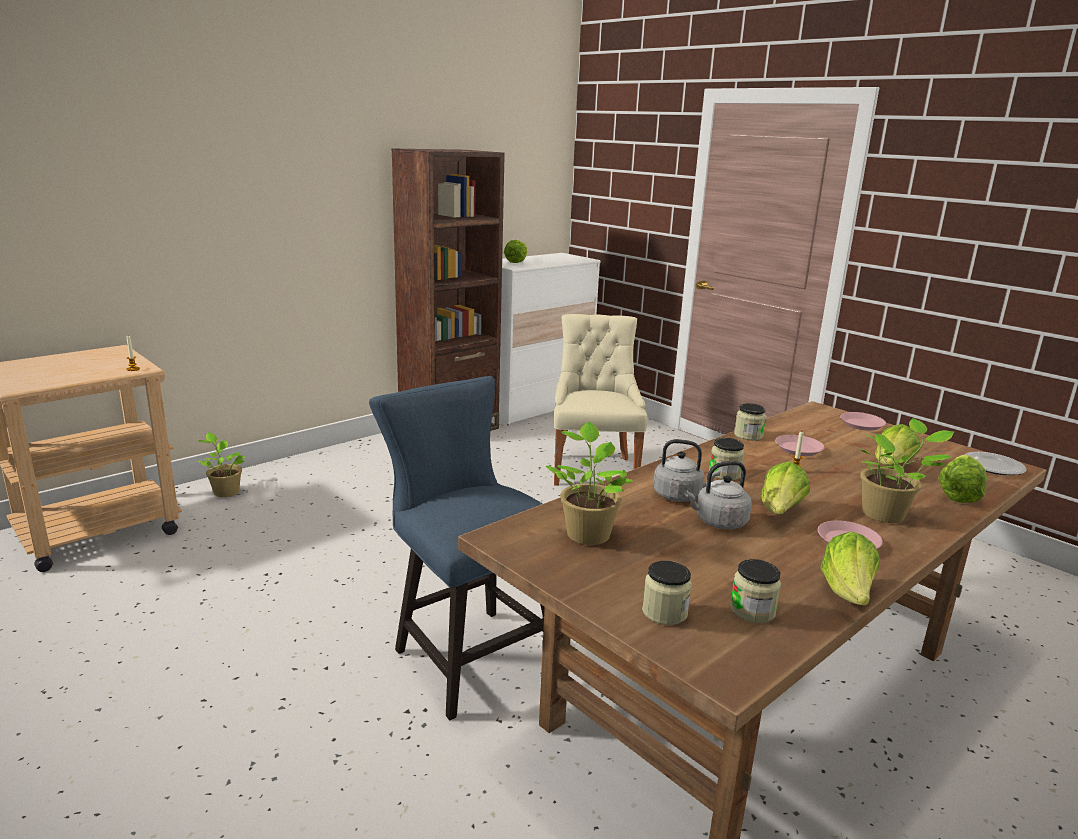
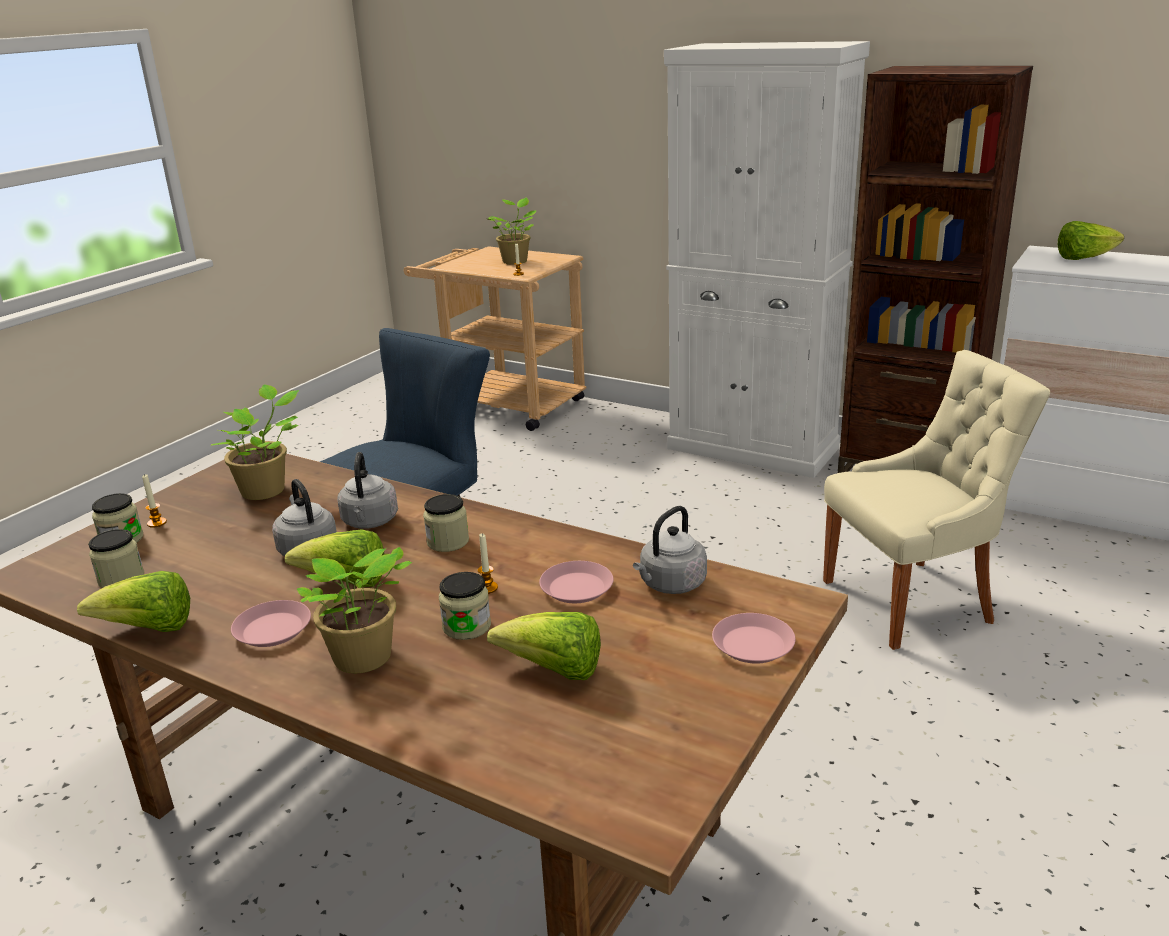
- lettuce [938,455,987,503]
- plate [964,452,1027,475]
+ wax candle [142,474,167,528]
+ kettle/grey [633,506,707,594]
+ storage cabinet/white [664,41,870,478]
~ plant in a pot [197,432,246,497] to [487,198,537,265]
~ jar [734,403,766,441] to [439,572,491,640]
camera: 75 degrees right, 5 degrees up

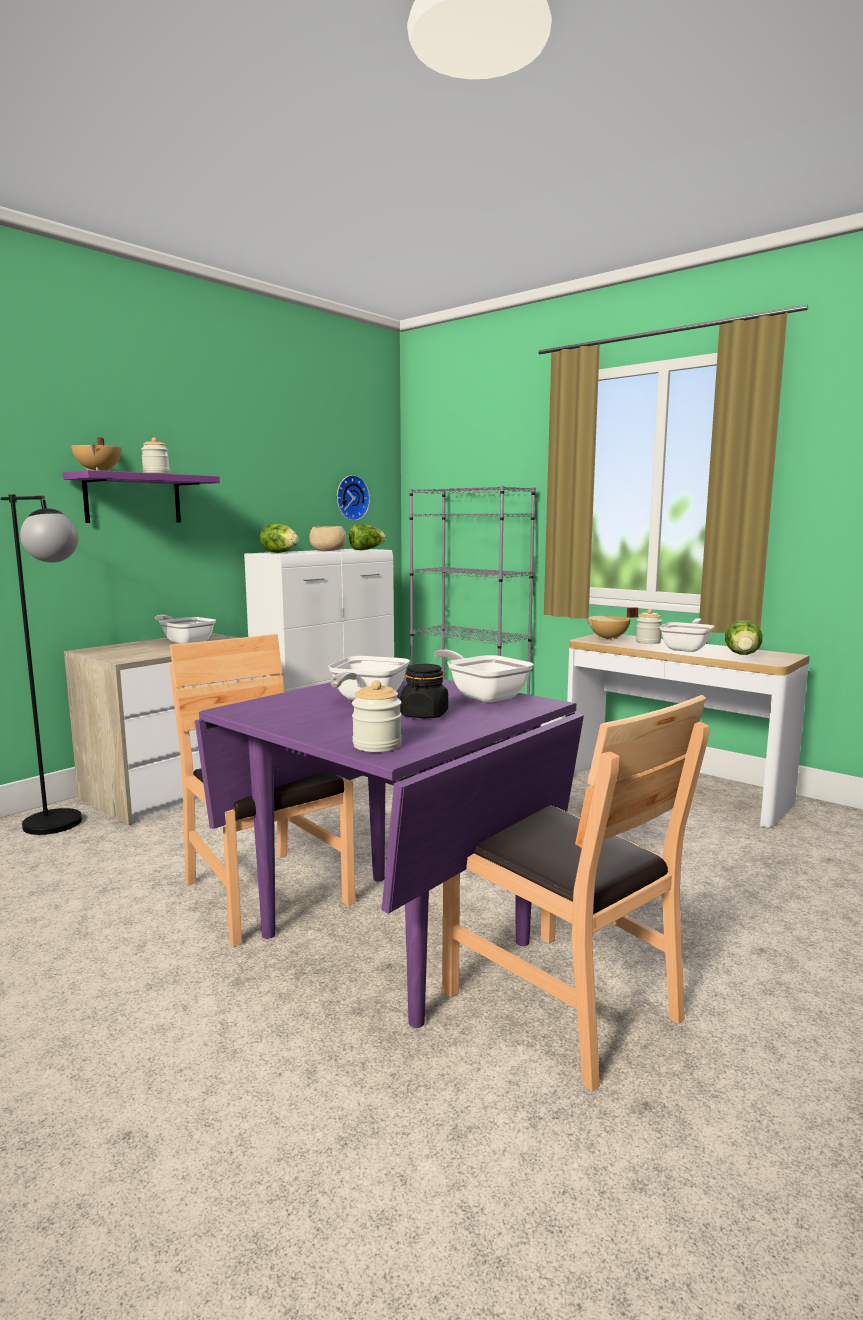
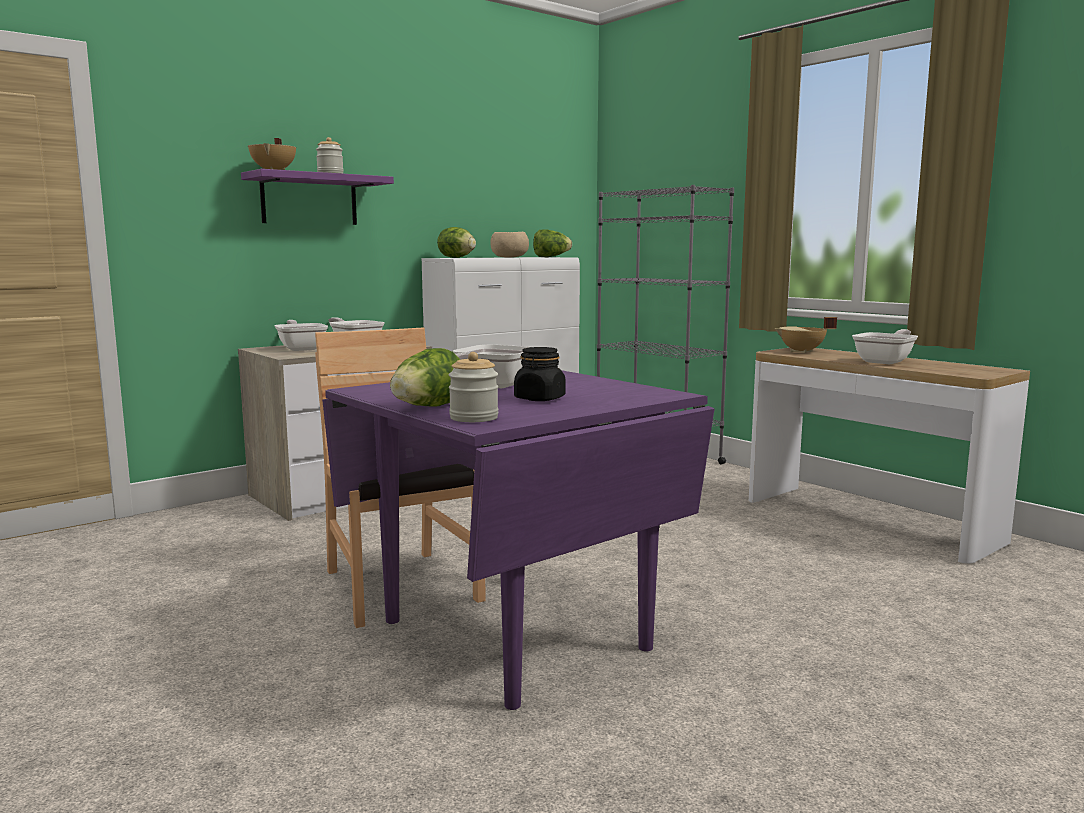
- floor lamp/blackish [1,494,82,835]
- wall clock [337,475,370,521]
- upright chair/brownish [442,695,709,1092]
- jar [636,609,662,644]
~ pan [434,649,534,703] to [275,320,328,351]
~ lettuce [725,620,762,655] to [390,348,460,407]
camera: 10 degrees right, 0 degrees up

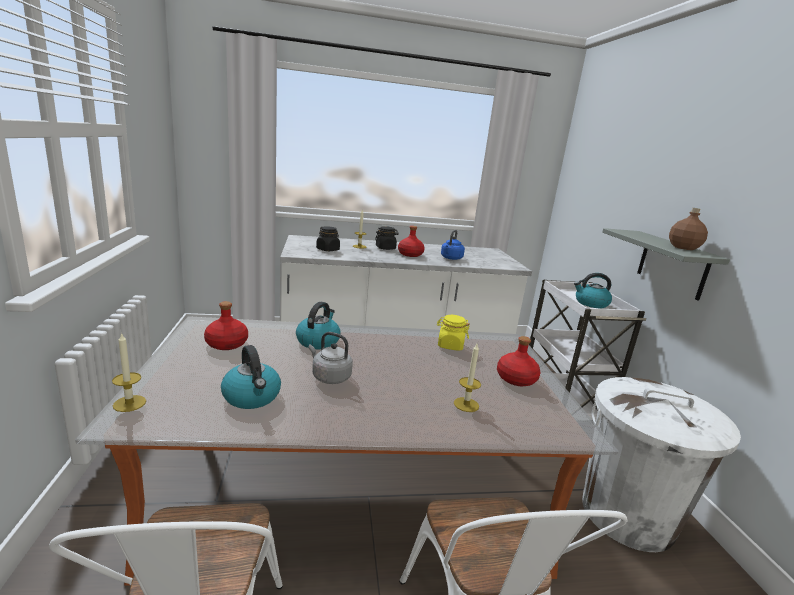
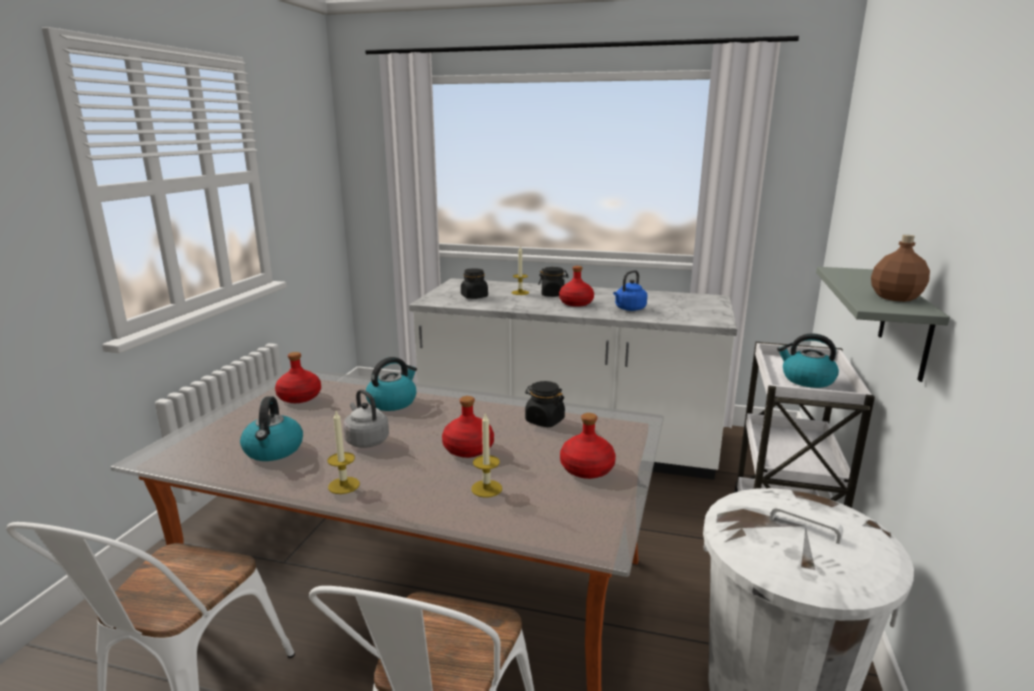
+ drink bottle/red [442,396,494,458]
~ wax candle [112,332,146,412] to [328,411,360,494]
~ jar/yellowish [437,315,470,351] to jar/blackish [525,381,565,427]
camera: 25 degrees right, 0 degrees up

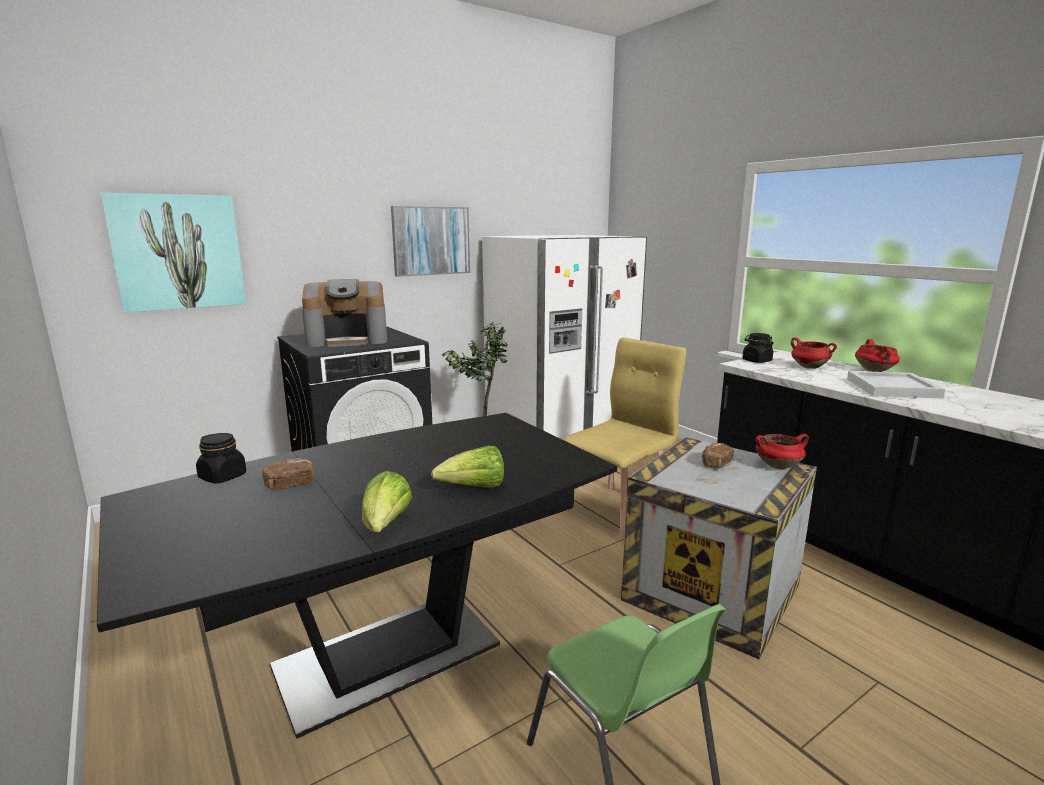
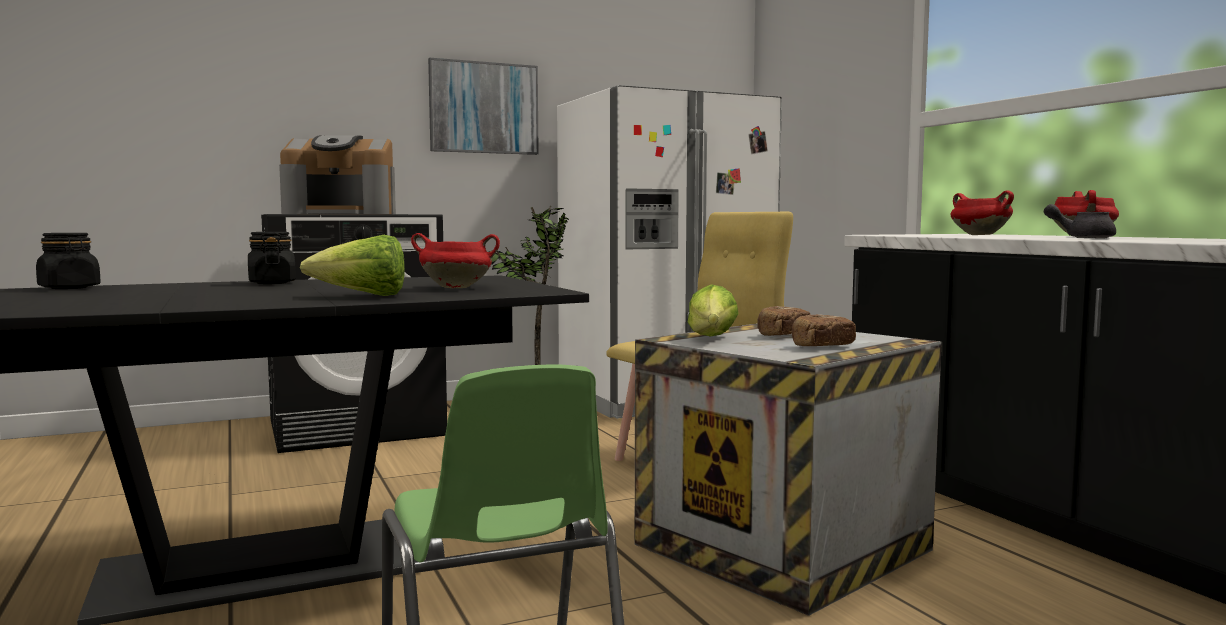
- wall picture [101,193,246,313]
~ bread [263,459,314,490] to [792,314,856,346]
~ lettuce [362,471,412,532] to [688,284,739,337]
~ jar/blackish [742,333,773,363] to [248,232,296,284]
~ cooking pot/red [756,434,809,469] to [411,233,500,288]
~ carrying tray/white [847,371,945,398] to tea pot/grey [1044,204,1116,238]
camera: 10 degrees right, 10 degrees down

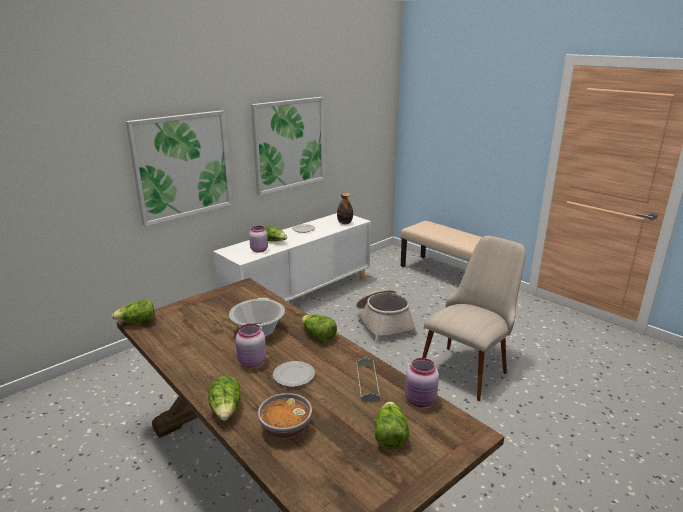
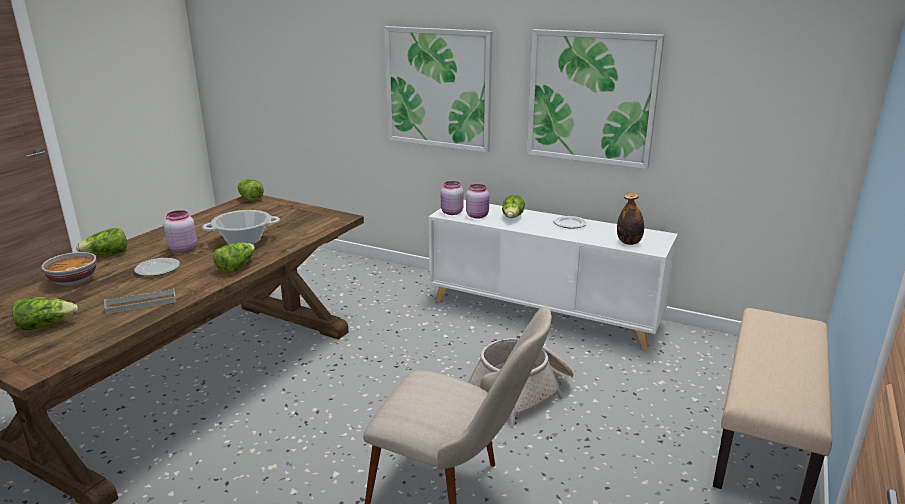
~ jar/pink-coloured [405,358,439,407] to [441,181,464,215]
camera: 70 degrees right, 0 degrees up

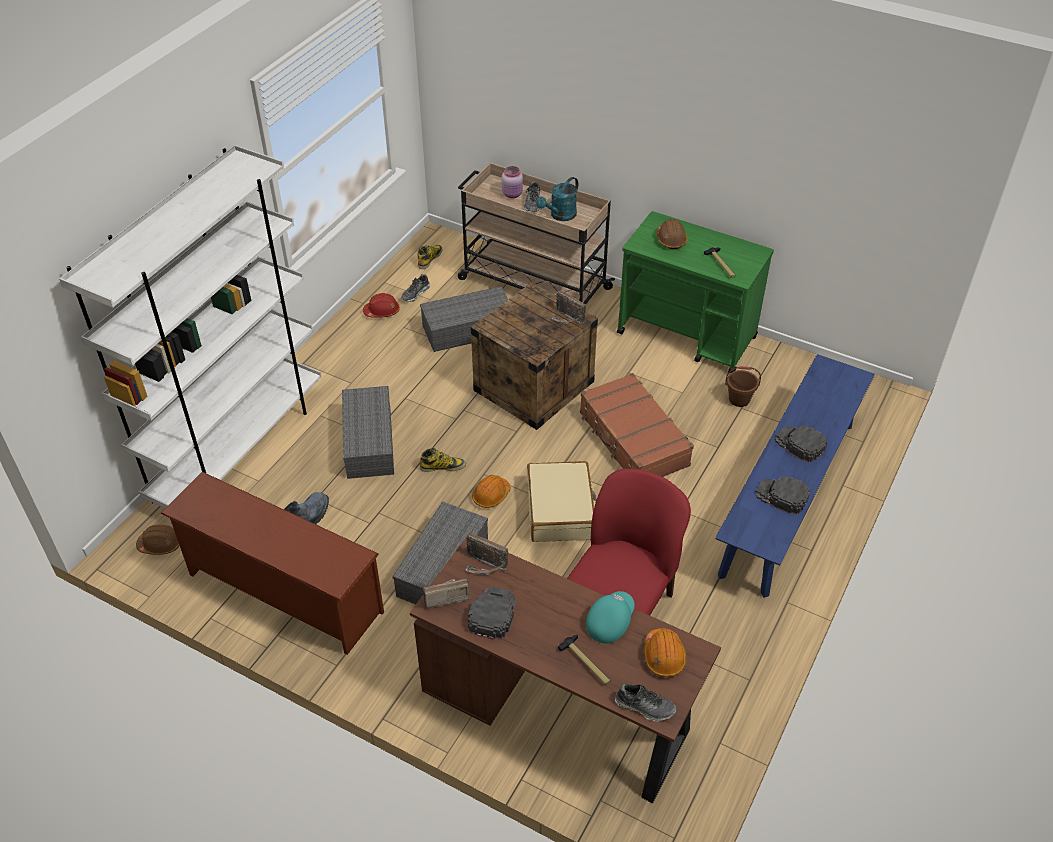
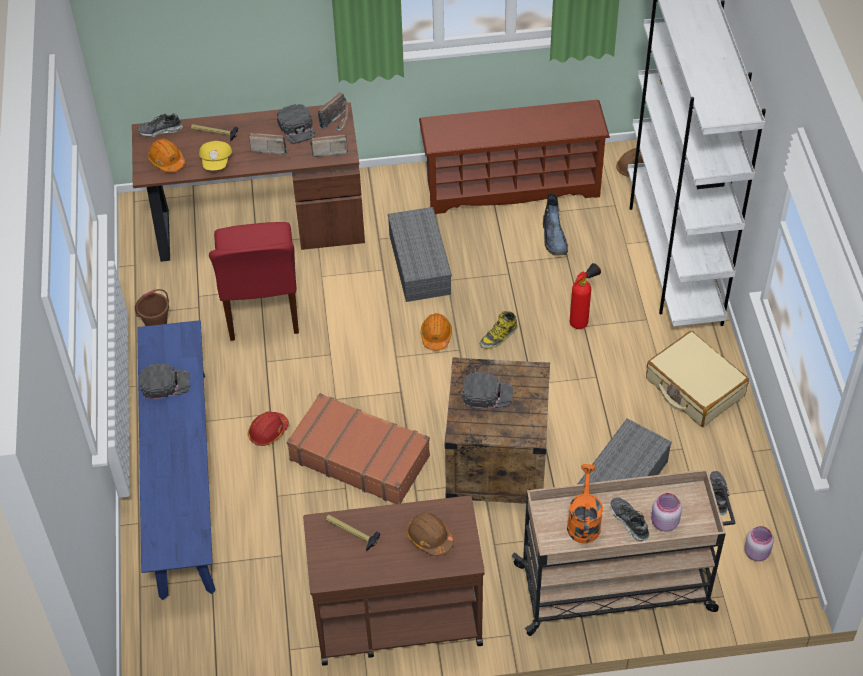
~ hard hat/red [363,293,400,318] to [248,411,289,446]
~ travel case/sand-coloured [527,461,597,542] to [646,331,749,427]
~ radio receiver [551,290,586,324] to [249,133,287,155]
~ bucket/brownish [725,366,761,407] to [135,289,169,326]
~ cap/blackish [775,426,828,463] to [462,372,513,409]
~ storage box/grey [342,386,394,479] to fire-fighting cylinder [570,263,601,329]
~ boot [418,245,443,269] to jar/pink-coloured [745,526,774,561]
~ watering pot/blue-green [536,177,578,221] to watering pot/orange [567,464,603,544]
~ cap/blue-green [586,591,635,644] to cap/yellowish [199,141,232,170]
~ wheeled cart/green-coloured [617,211,774,373] to wheeled cart/brownish [303,496,485,666]
camera: 145 degrees right, 5 degrees up

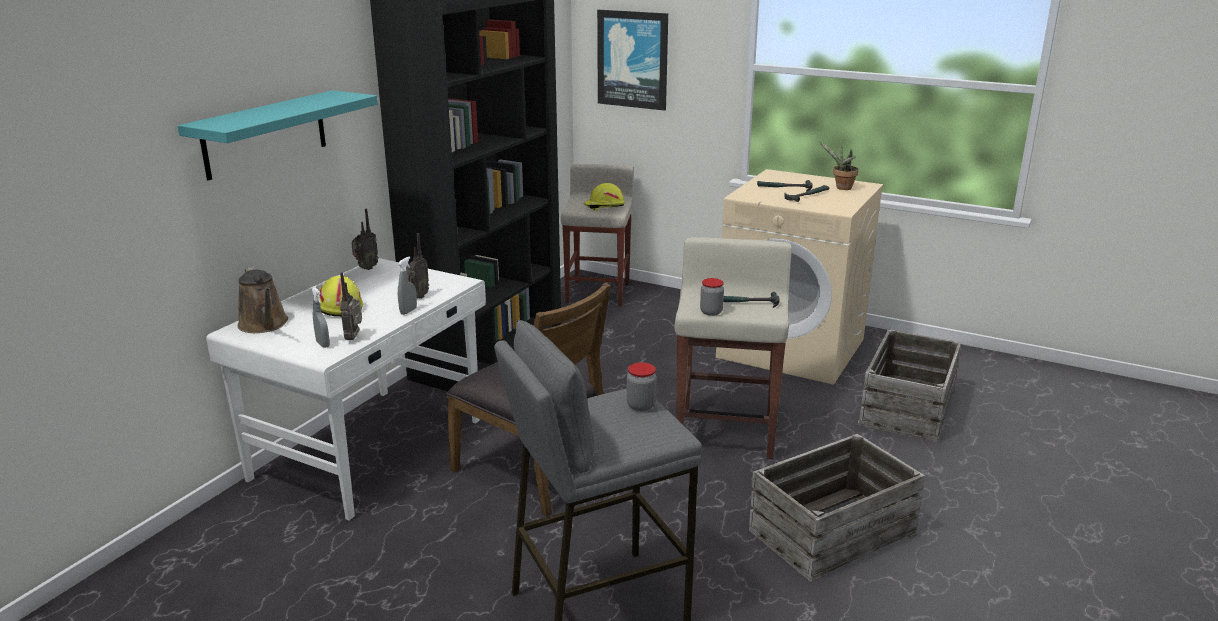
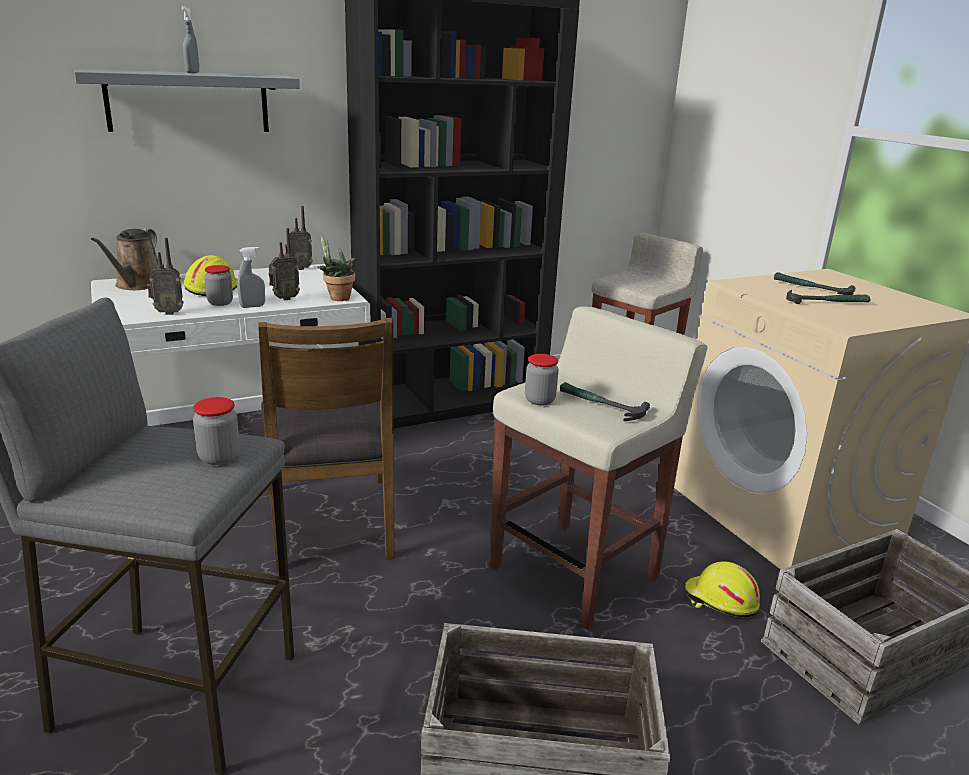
- wall picture [597,10,668,111]
+ jar [205,265,233,306]
~ spray bottle/grey [312,287,330,348] to [181,6,199,73]
~ hard hat/yellowish [584,183,625,211] to [685,561,760,617]
~ plant in a pot [820,142,859,190] to [317,234,355,301]
~ wall shelf/blue-green [178,90,378,180] to wall shelf/grey [74,69,300,132]
~ radio receiver [340,272,362,340] = [147,238,184,315] 135 degrees counterclockwise
camera: 35 degrees right, 0 degrees up

